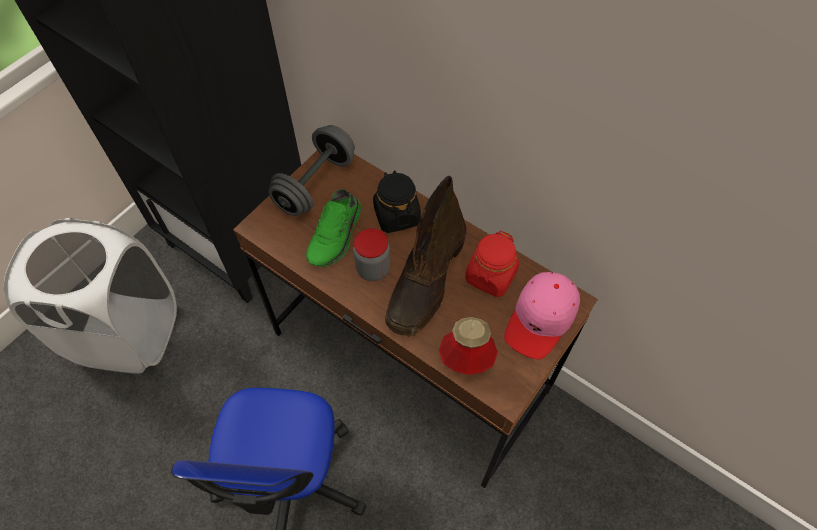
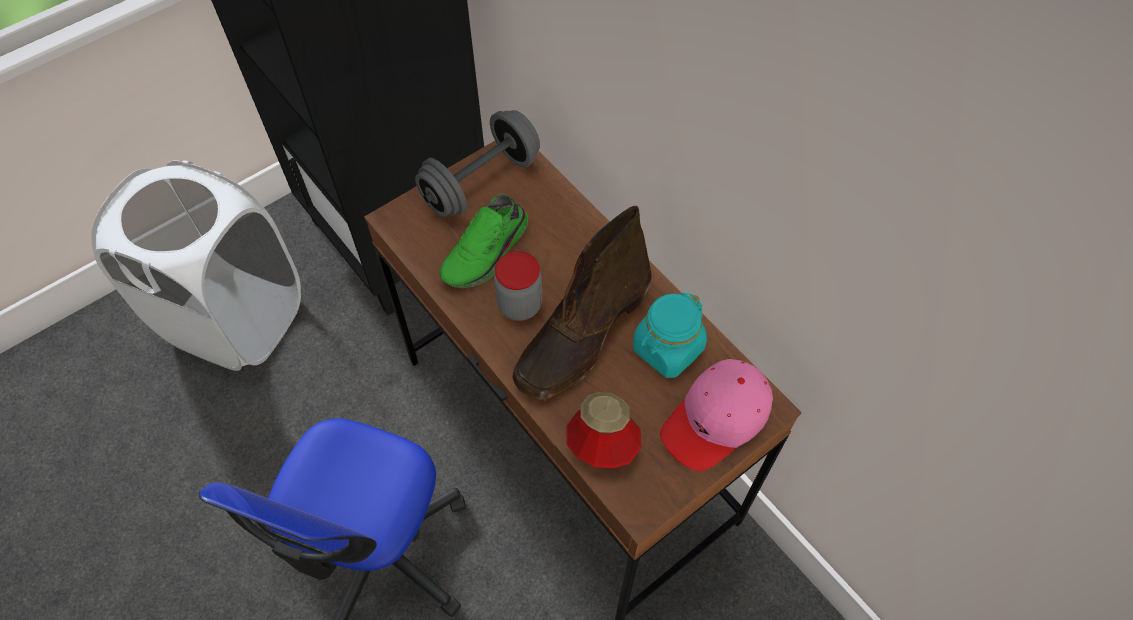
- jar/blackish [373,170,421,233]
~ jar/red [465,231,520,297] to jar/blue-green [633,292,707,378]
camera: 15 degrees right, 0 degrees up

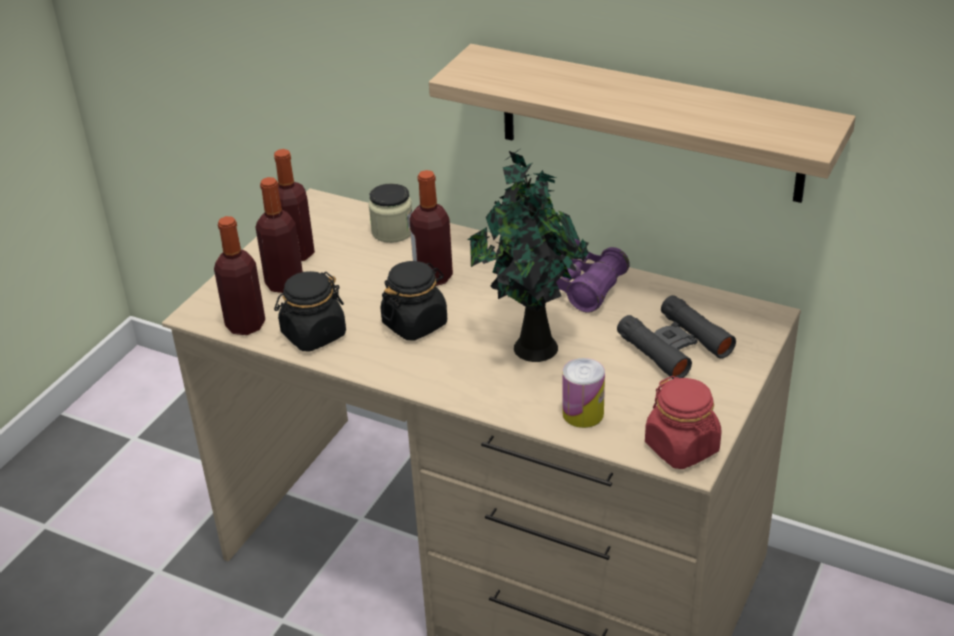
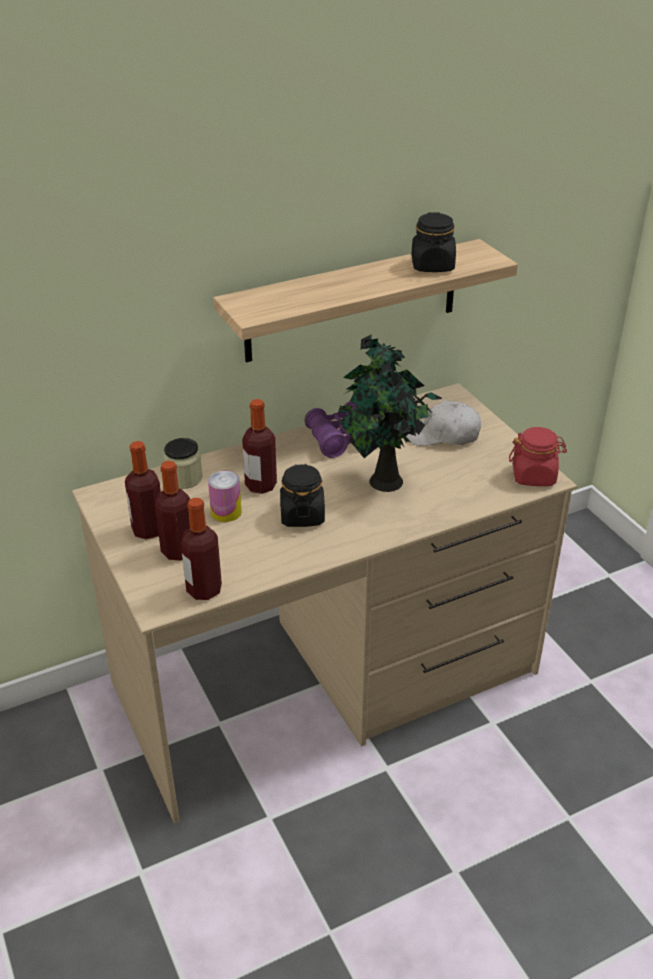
~ jar/blackish [274,271,346,352] to [411,212,456,272]
~ sealed can [562,358,605,428] to [208,471,242,522]
~ binoculars/blackish [617,295,736,379] to cap/white [407,400,481,446]
camera: 55 degrees left, 0 degrees up

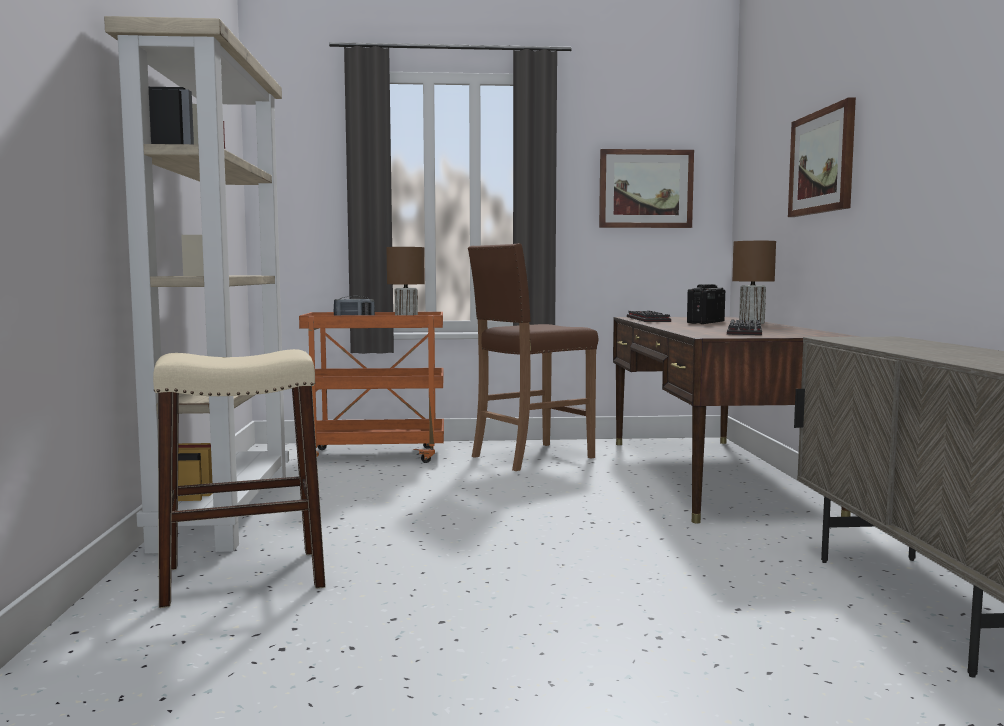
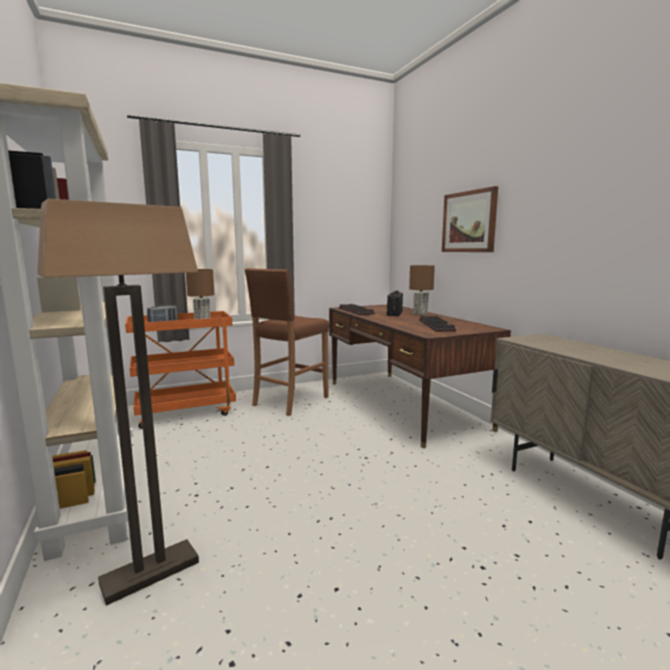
- wall picture [599,149,694,228]
~ sitting stool/sand-coloured [153,349,326,608] to floor lamp [37,199,199,606]
camera: 20 degrees left, 5 degrees up

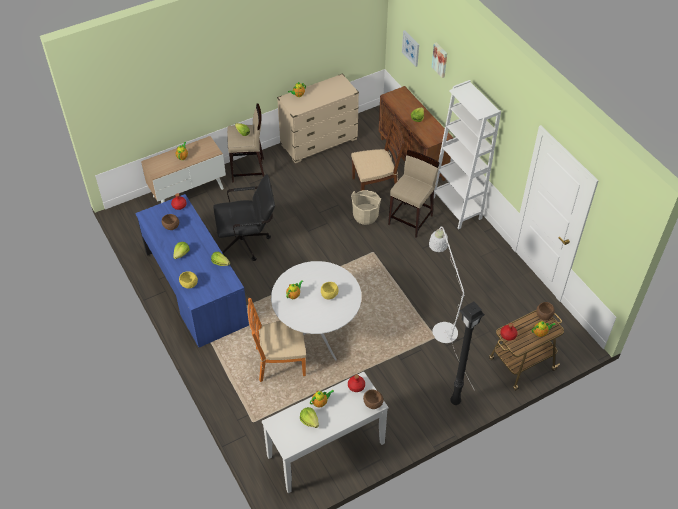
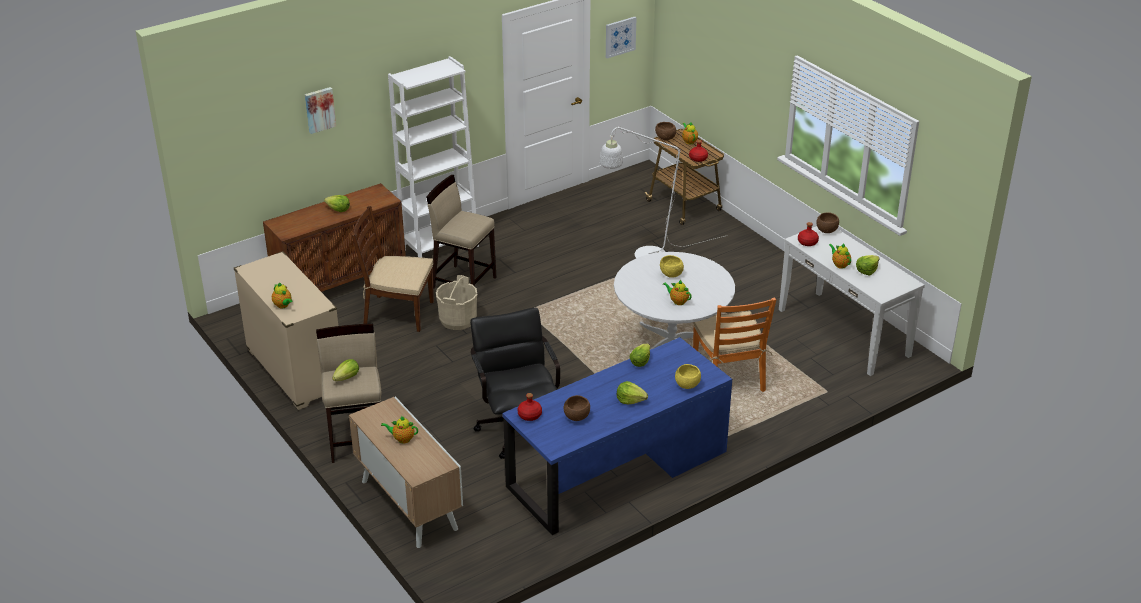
- floor lamp/blackish [450,302,485,405]
~ wall picture [402,30,419,67] to [606,17,637,59]
~ upright chair/brownish [351,118,405,191] = [352,206,434,332] 60 degrees counterclockwise
camera: 95 degrees left, 15 degrees down

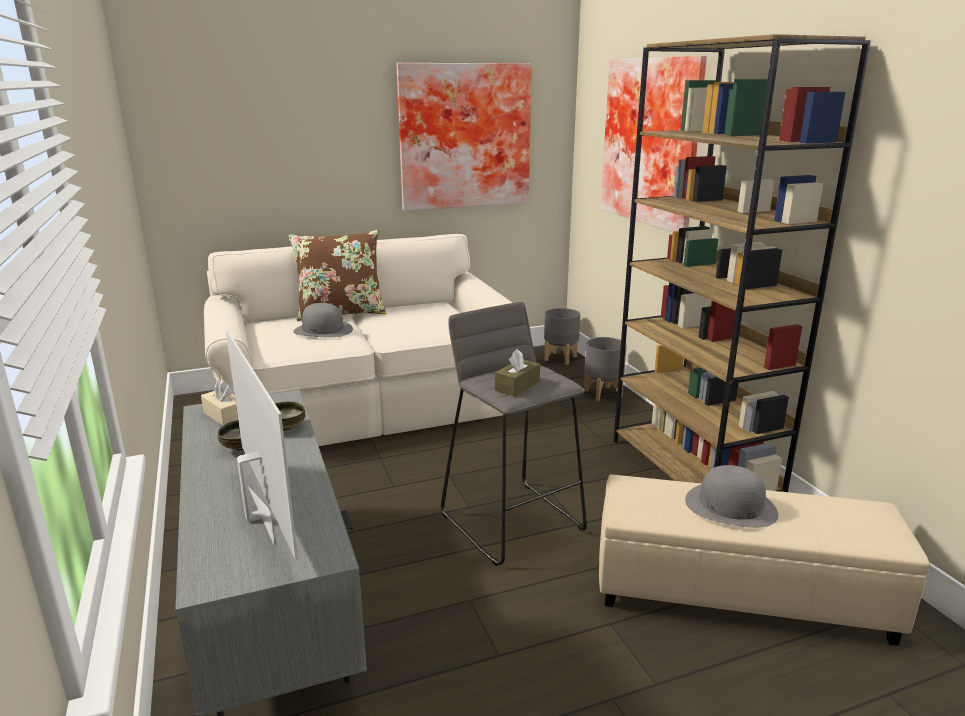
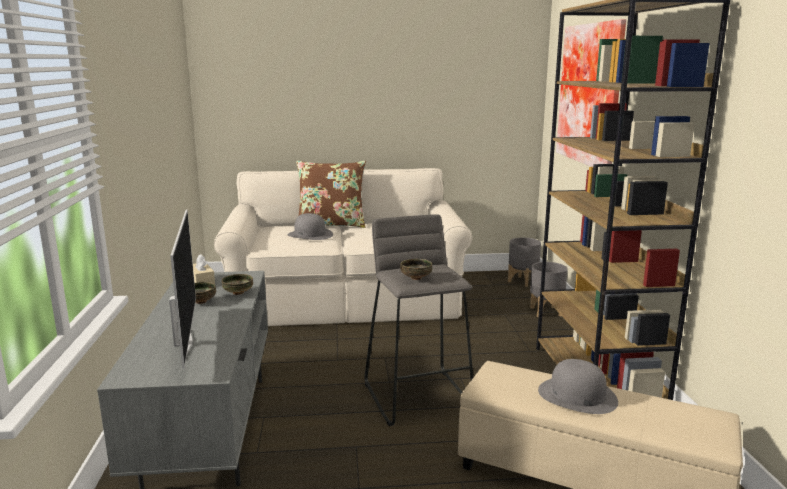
- wall picture [396,63,532,211]
~ tissue box/brownish [495,349,540,397] to serving bowl [401,259,432,280]
camera: 15 degrees right, 5 degrees down

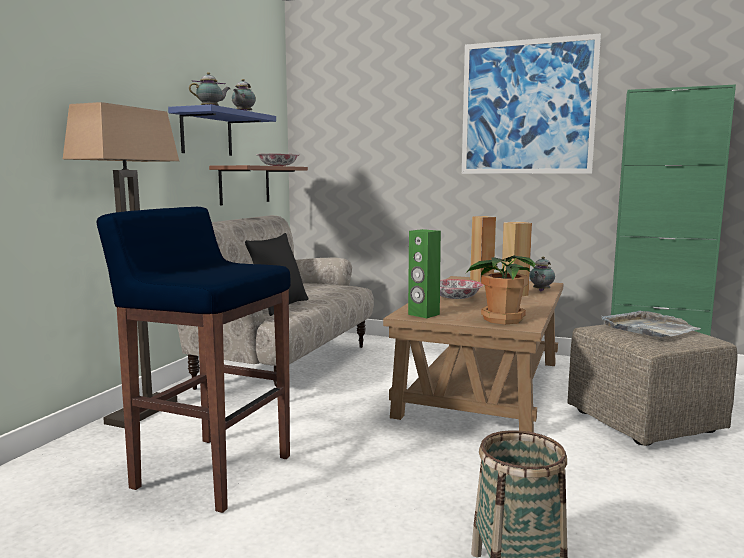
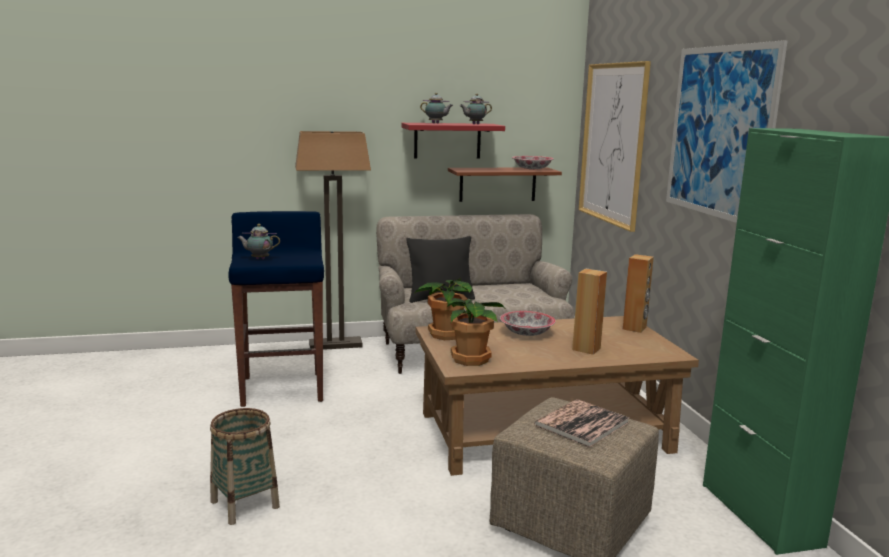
+ wall picture [579,61,651,232]
~ tea pot [530,257,555,292] to [237,224,280,259]
~ speaker/green-coloured [408,229,441,318] to plant in a pot [414,278,472,340]
~ carrying tray/grey [601,311,701,338] to bound book [534,399,629,448]
~ wall shelf/blue-coloured [168,105,276,156] to wall shelf/red [401,123,505,159]
camera: 55 degrees right, 5 degrees up

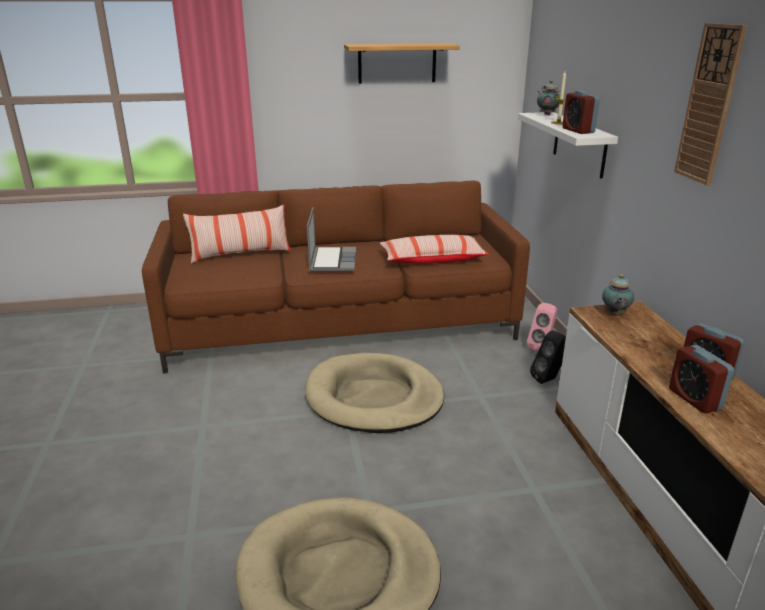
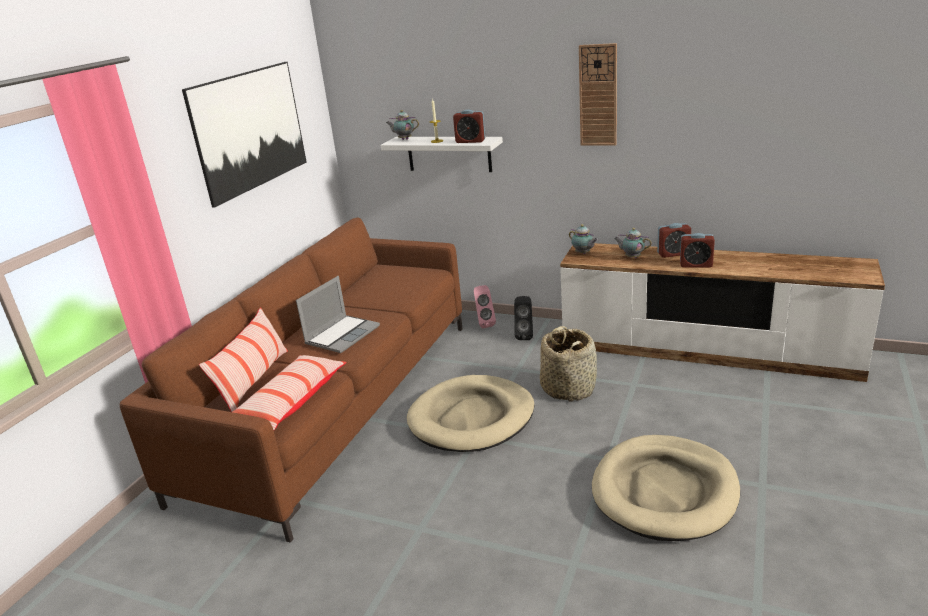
+ storage basket [540,326,597,401]
+ tea pot [614,228,652,258]
~ throw pillow [380,235,489,264] to [233,355,347,430]
~ wall shelf [344,43,460,84] to wall picture [182,62,307,208]
~ portable computer [307,207,356,272] = [296,276,380,353] 90 degrees clockwise
camera: 55 degrees left, 0 degrees up

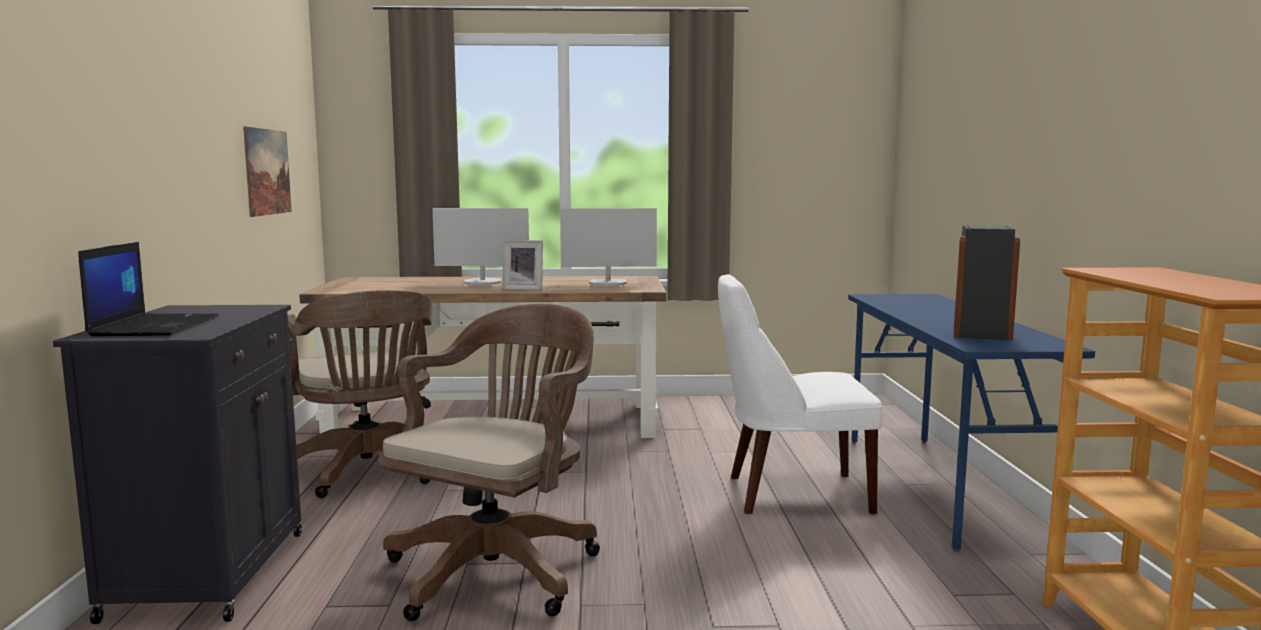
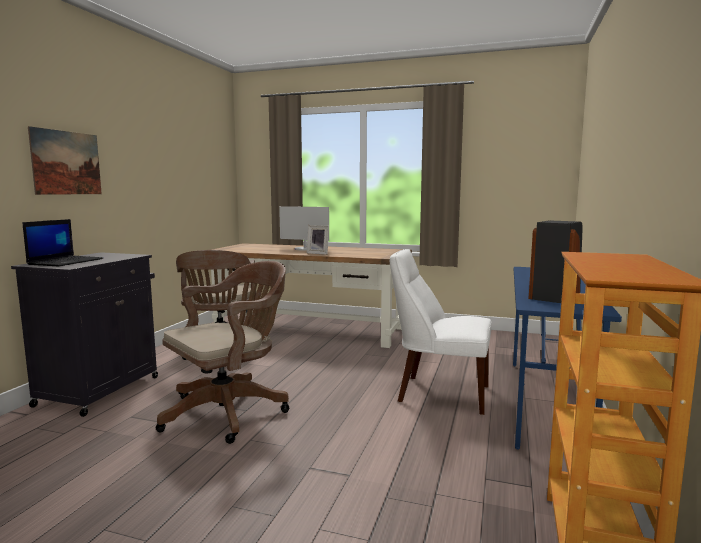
- computer display [560,208,657,286]
~ wall picture [243,126,292,217] to [28,126,102,195]
camera: 20 degrees right, 0 degrees up

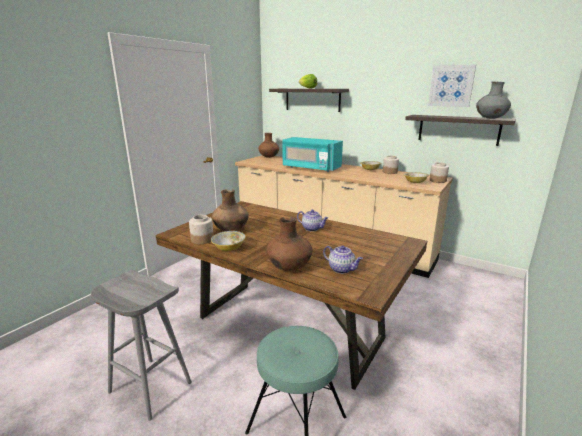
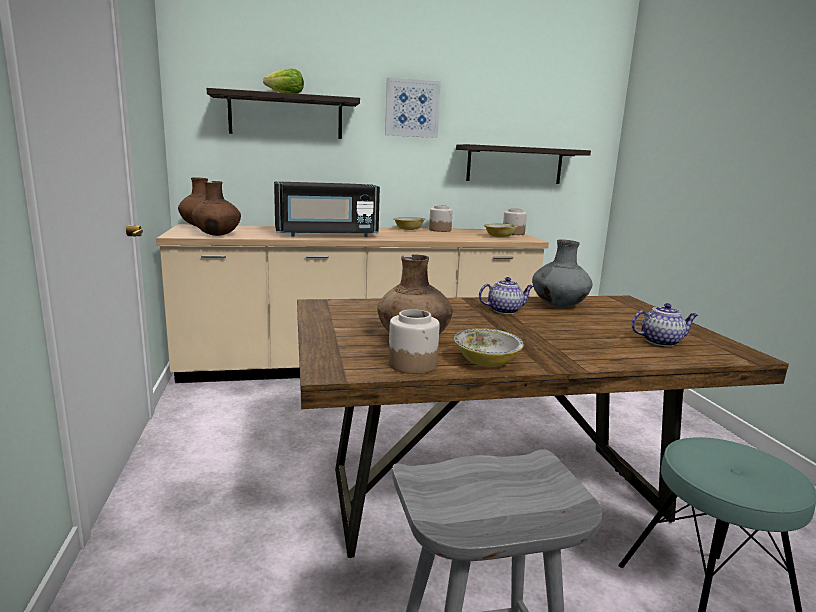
~ flower vase/brownish [266,216,312,271] to [192,181,241,236]
~ wall picture [428,64,476,107] to [385,77,441,138]
~ flower vase/grey [476,82,511,119] to [532,239,592,307]
~ microwave oven/blue-green [282,137,343,172] to microwave oven/blackish [274,182,380,237]
camera: 45 degrees left, 5 degrees down

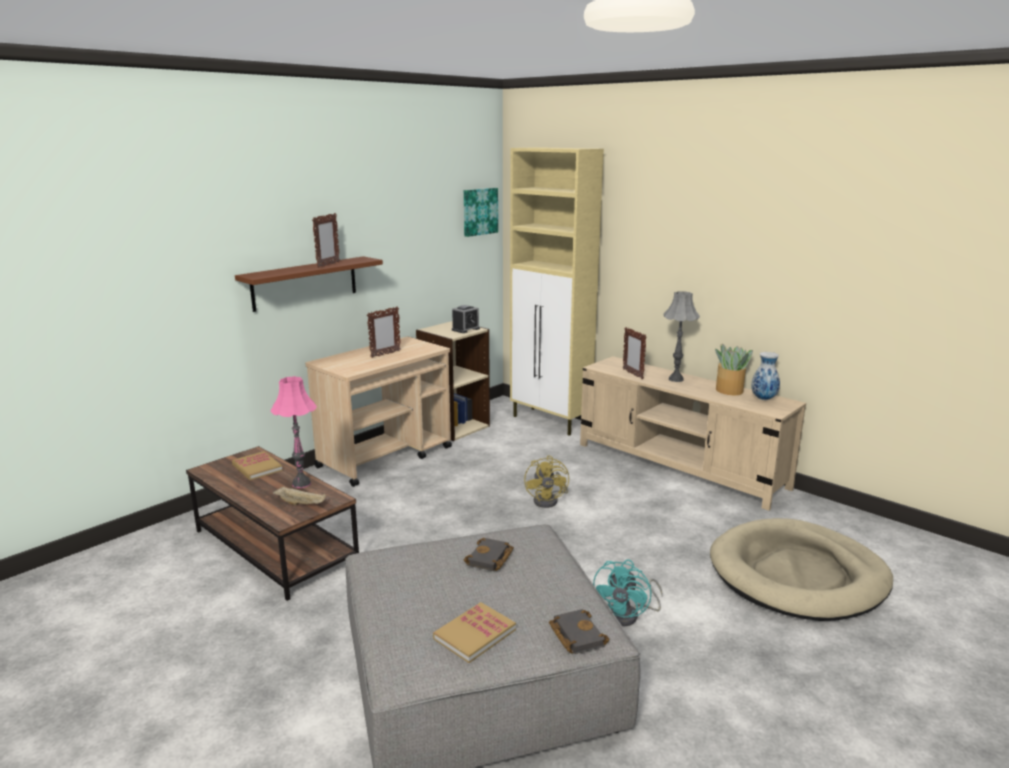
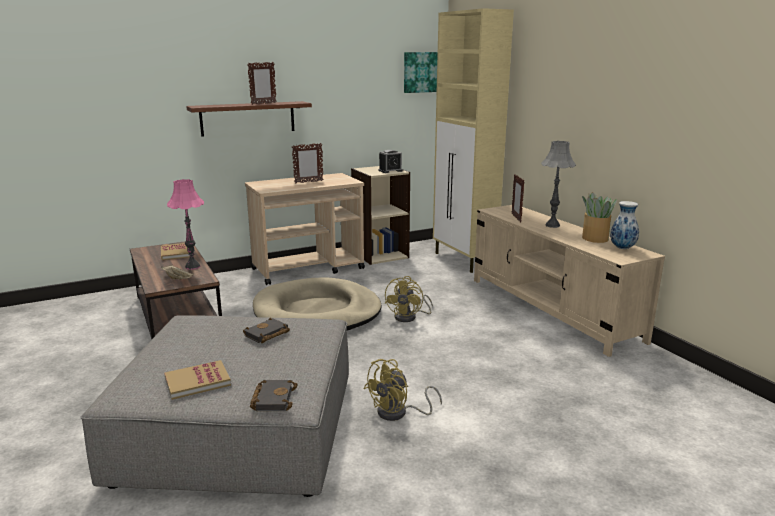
~ dog bed/sand-coloured [710,518,893,621] to [253,277,382,330]
~ cooling fan/blue-green [593,560,663,626] to cooling fan/yellowish [364,359,442,421]
camera: 20 degrees right, 0 degrees up

